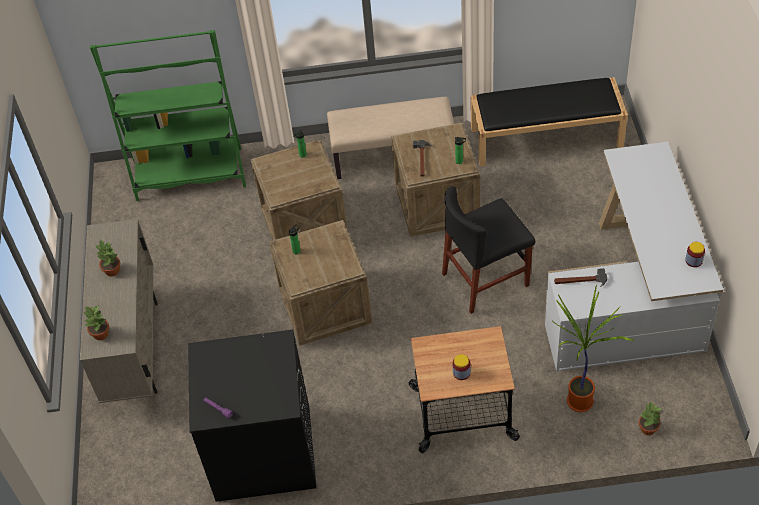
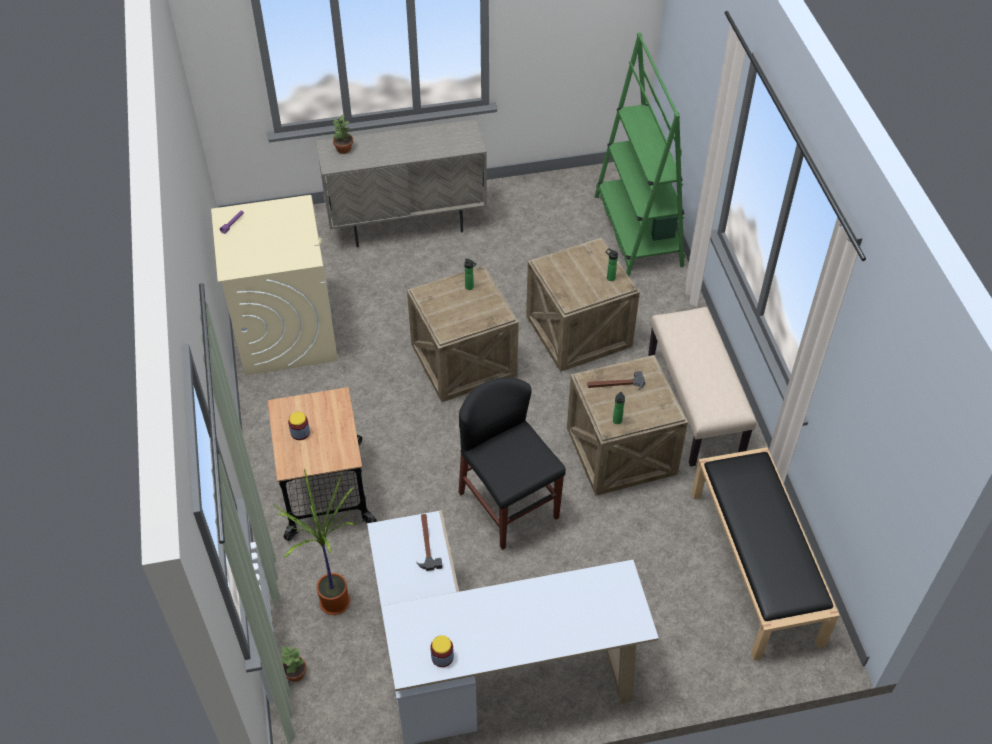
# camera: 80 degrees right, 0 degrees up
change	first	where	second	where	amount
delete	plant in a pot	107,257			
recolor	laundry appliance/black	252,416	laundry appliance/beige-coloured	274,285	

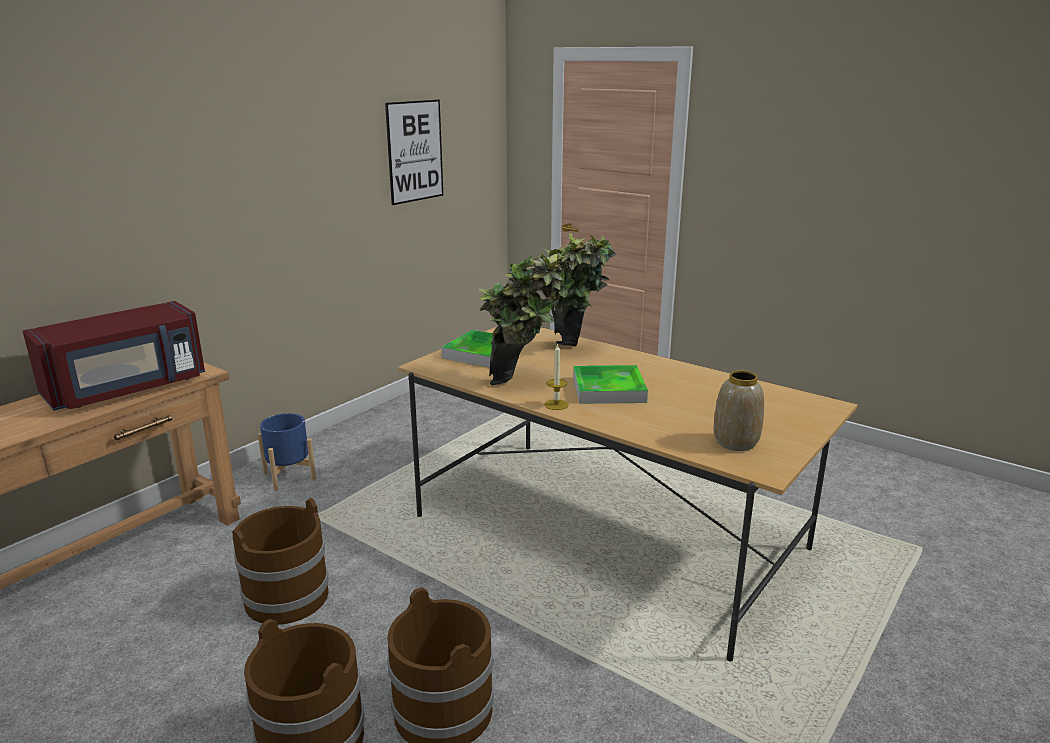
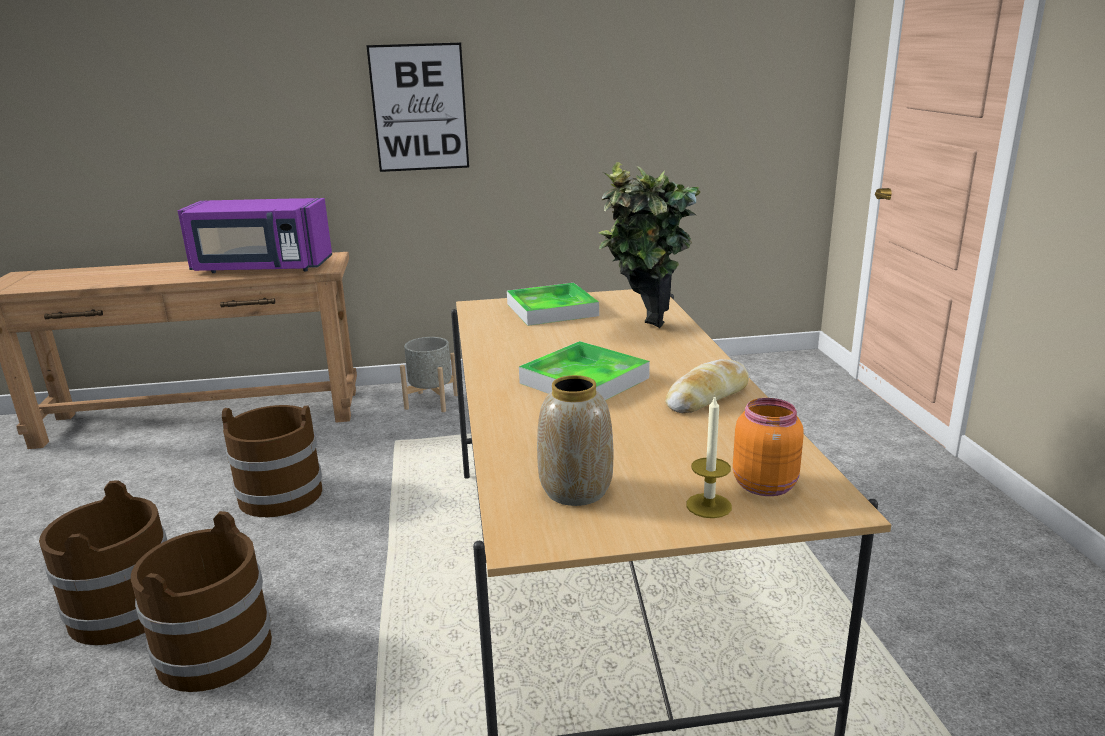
# camera: 45 degrees right, 0 degrees up
change	first	where	second	where	amount
recolor	microwave/reddish	114,356	microwave/purple-coloured	255,235	
recolor	planter/bluish	287,452	planter/greyish	429,374	
move	picture	414,152		417,107	
delete	plant in a pot	523,317			
move	wax candle	556,376		709,457	
insert			baked bread	707,386	
insert			jar/orange	768,447	

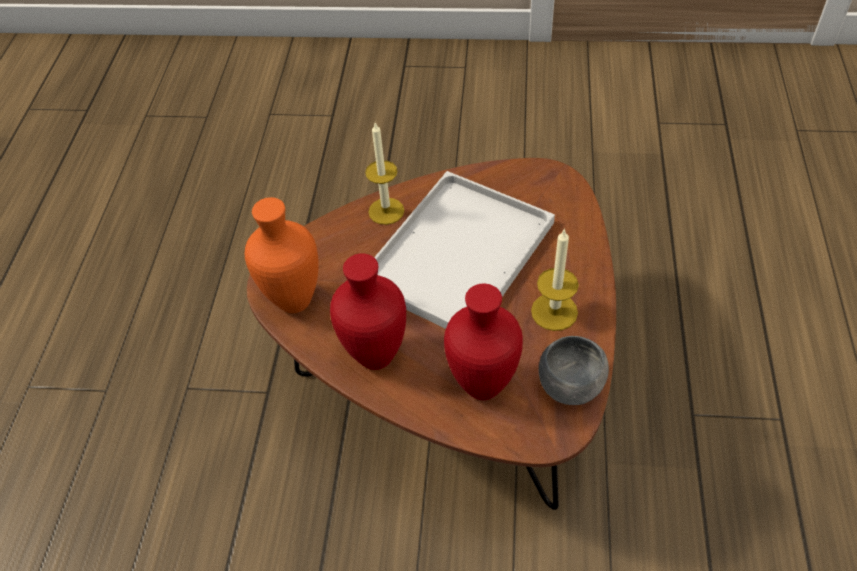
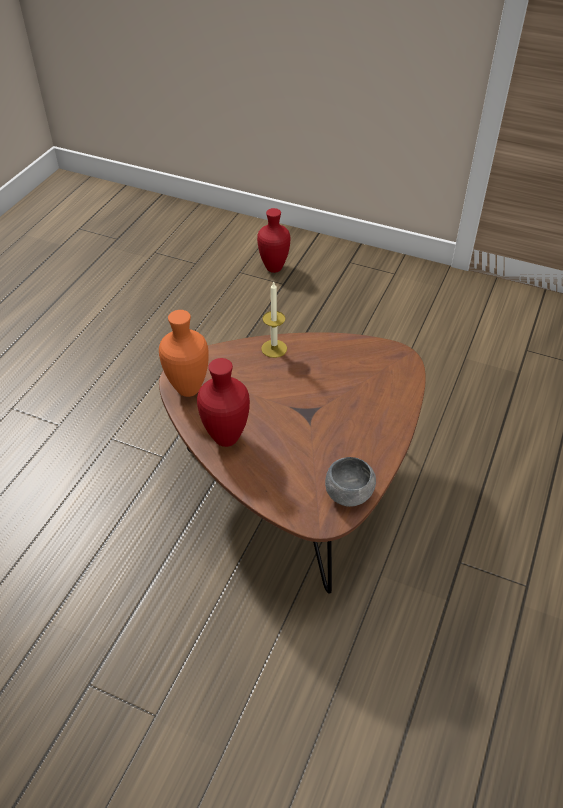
# camera: 15 degrees right, 5 degrees down
change	first	where	second	where	amount
delete	tray/white	464,250			
move	vase/reddish	483,342		273,240	
delete	wax candle	555,279			

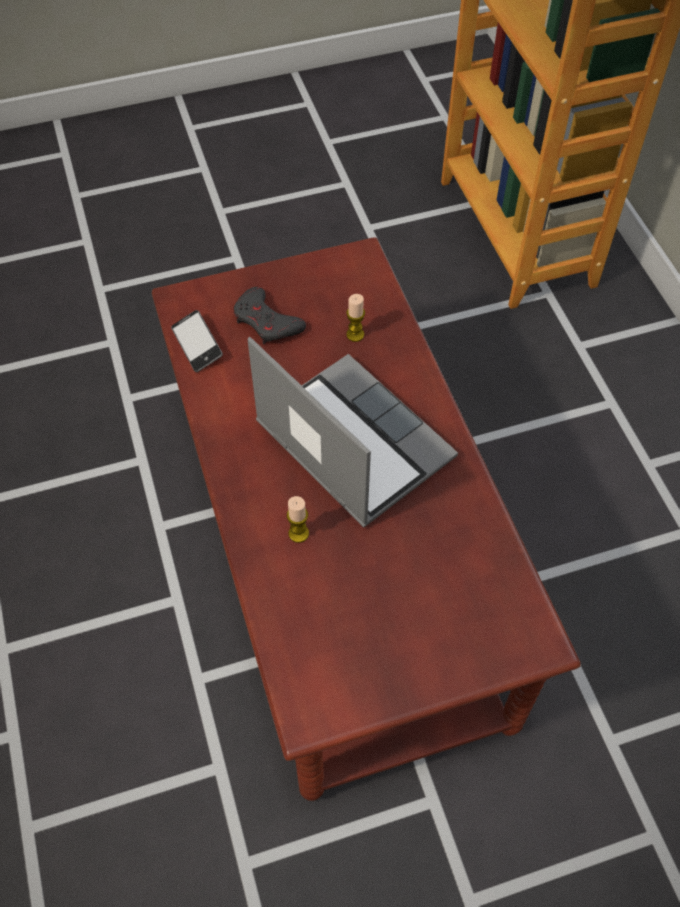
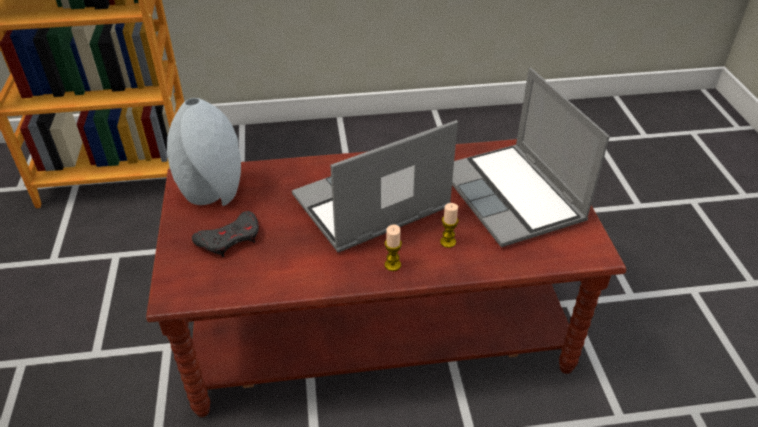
# camera: 80 degrees left, 15 degrees down
change	first	where	second	where	amount
delete	phone	197,341			
move	wax candle	355,318		393,247	
insert			vase/greyish	204,152	
insert			laptop	531,157	

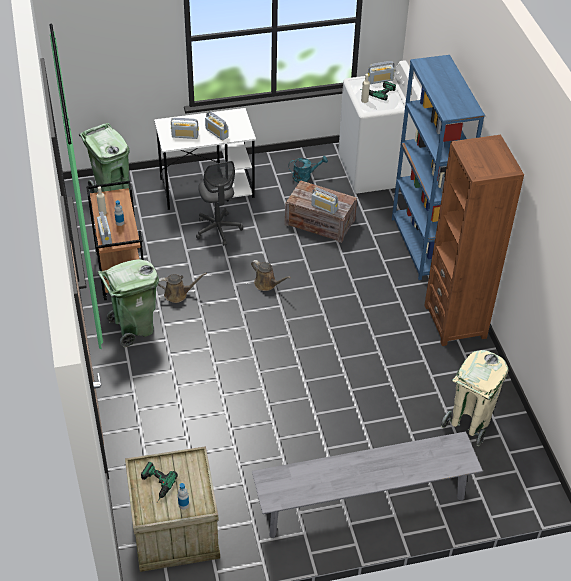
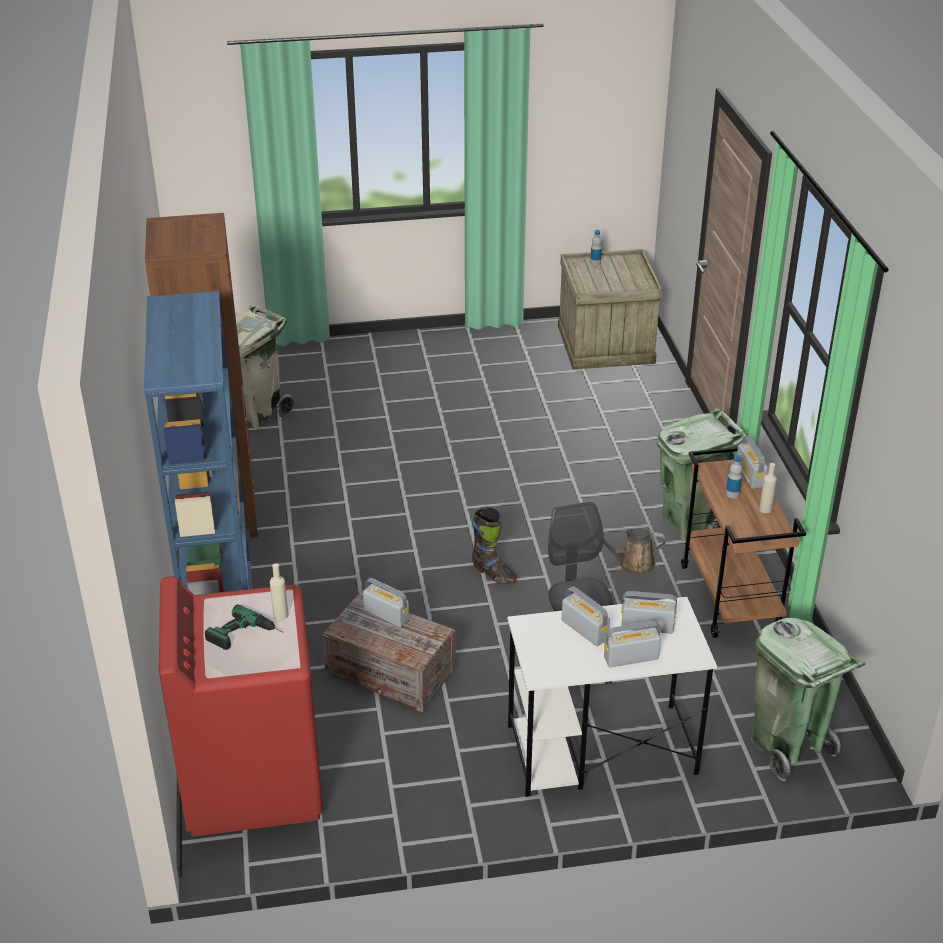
# camera: 175 degrees left, 10 degrees down
change	first	where	second	where	amount
delete	electric drill	159,483			
replace	watering can/brown	271,275	boot/black	494,545	
delete	indoor bench/greyish	367,484			
delete	watering can/blue-green	308,169			
recolor	laundry appliance/white	380,126	laundry appliance/reddish	241,706	
move	radio set	381,72		632,644	

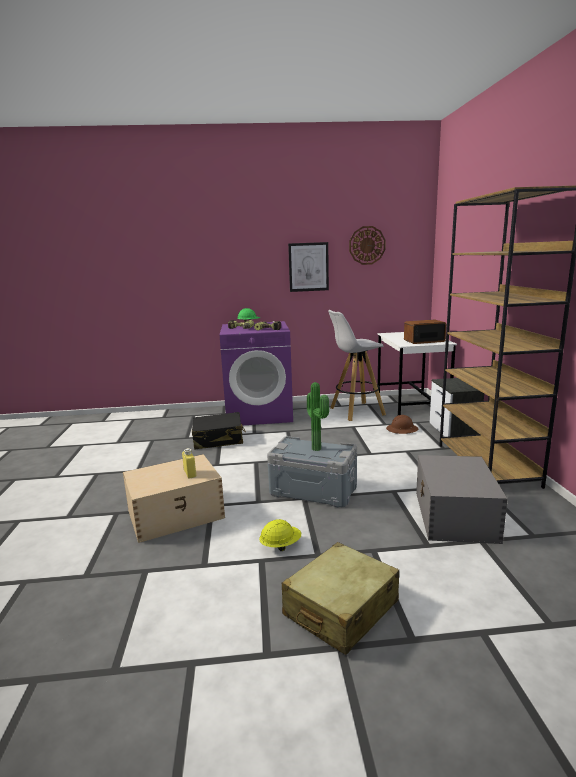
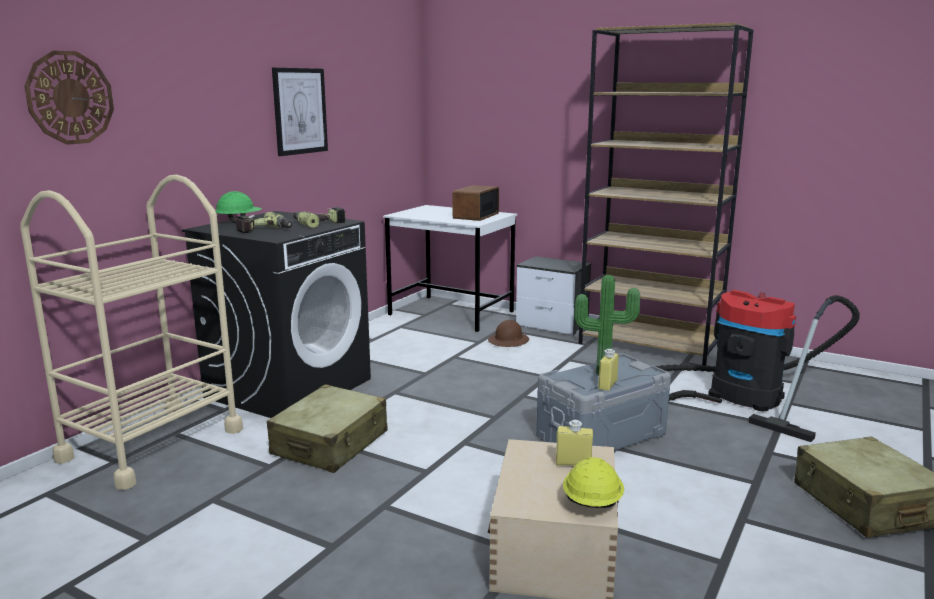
# camera: 55 degrees left, 0 degrees up
change	first	where	second	where	amount
recolor	travel case/black	219,431	travel case/beige-coloured	327,428	
recolor	laundry appliance/purple-coloured	256,373	laundry appliance/black	276,314	
move	safety helmet/yellow-coloured	280,535		593,482	
delete	stool seat/white	357,365			
move	hanging clock	367,245		69,97	
replace	storage container/greyish	462,499	vacuum	757,366	
insert			cart/beige-coloured	131,332	
insert			beverage bottle/yellow-coloured	608,370	

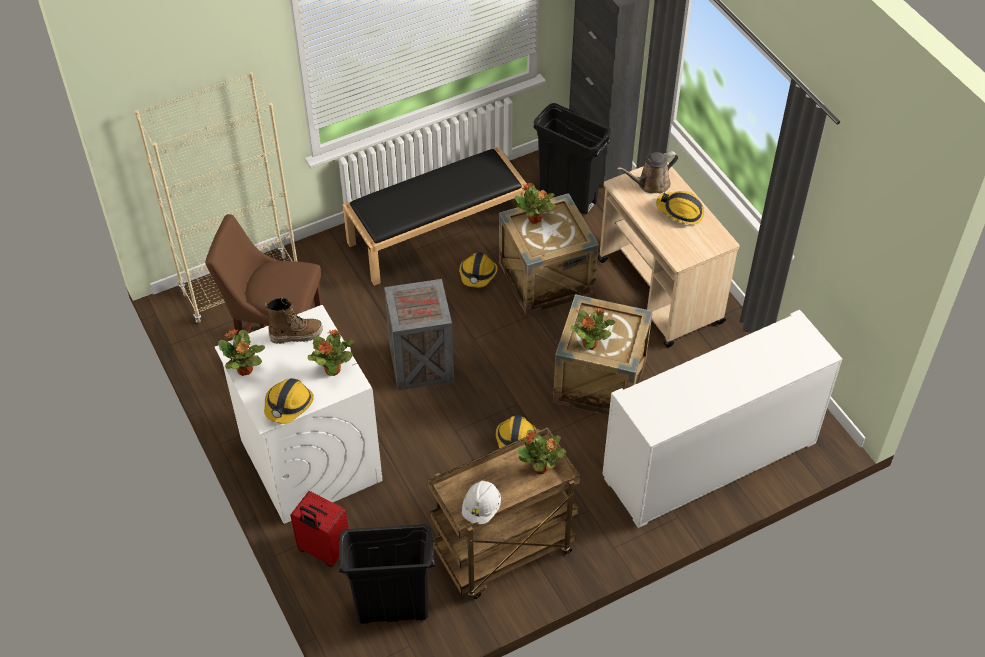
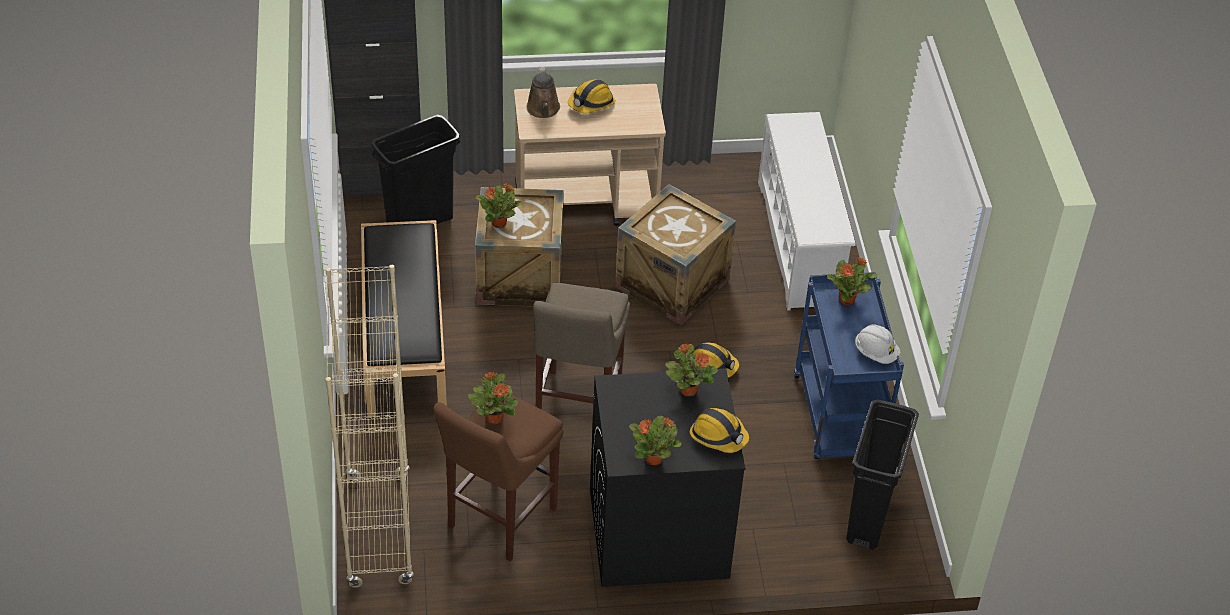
# camera: 70 degrees left, 5 degrees down
change	first	where	second	where	amount
recolor	laundry appliance/white	299,414	laundry appliance/black	668,477	
delete	boot	294,320			
delete	travel case/reddish	319,529			
replace	crate	419,334	stool seat/beige-coloured	581,346	
recolor	cart/brown	504,513	cart/bluish	849,365	
delete	safety helmet	478,270			
move	plant in a pot	592,329		493,398	
replace	cupboard/white	722,419	shoe rack/white	807,211	

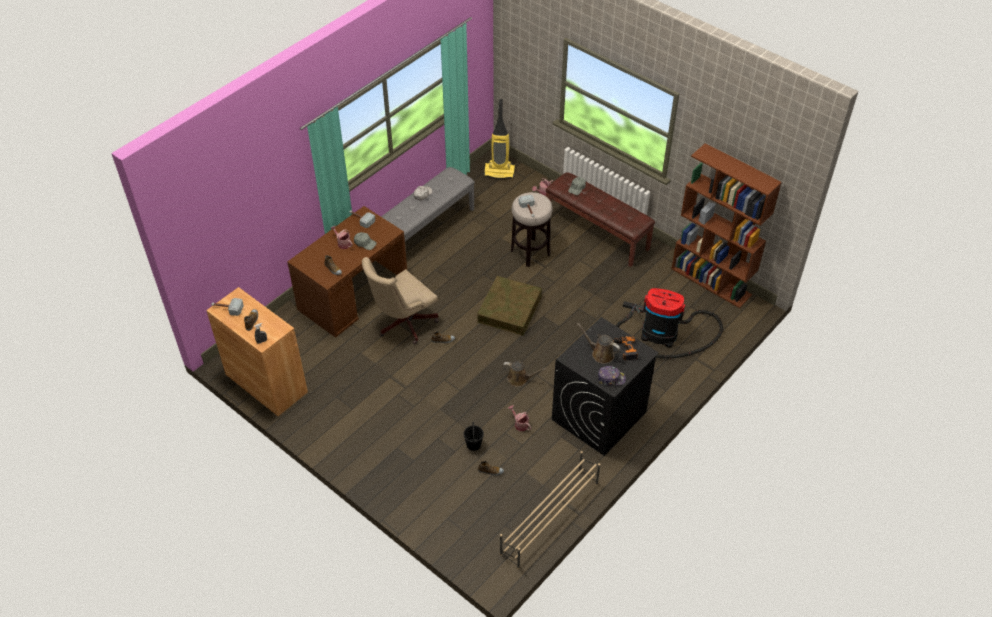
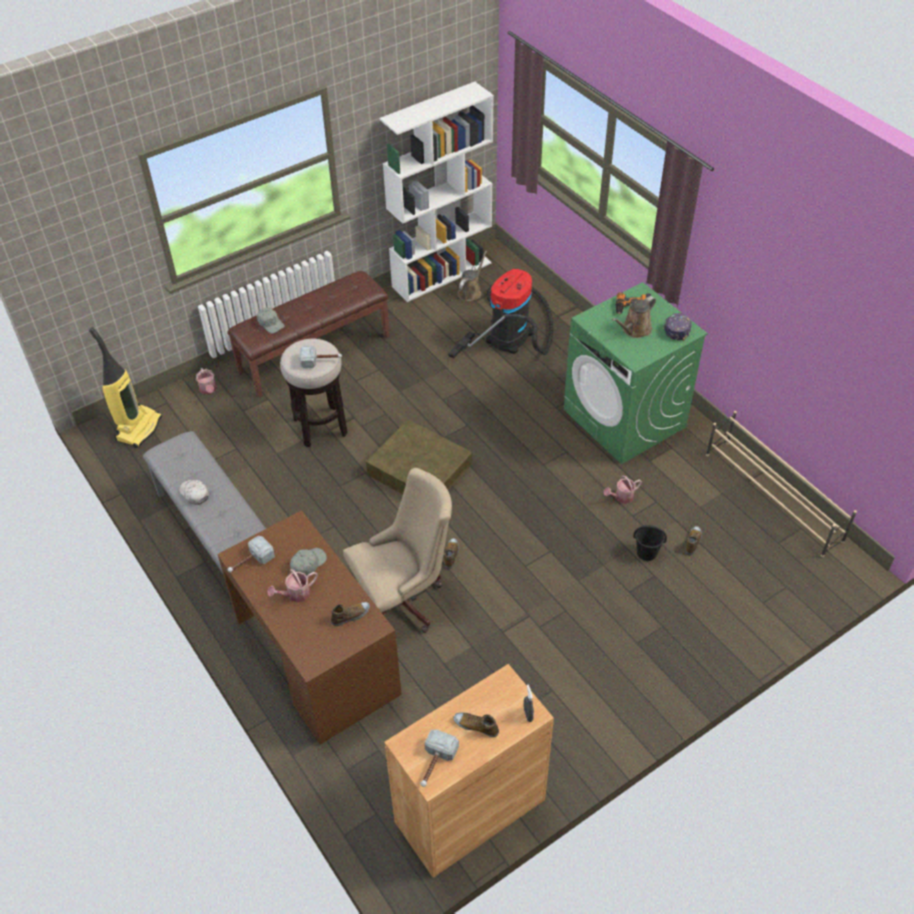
# camera: 75 degrees left, 0 degrees up
change	first	where	second	where	amount
rotate	desk chair/beige-coloured	400,301		397,550	90 degrees counterclockwise
move	watering can/brown	524,374		472,276	
recolor	laundry appliance/black	605,386	laundry appliance/green	635,373	
recolor	bookcase/brown	726,225	bookcase/white	436,192	

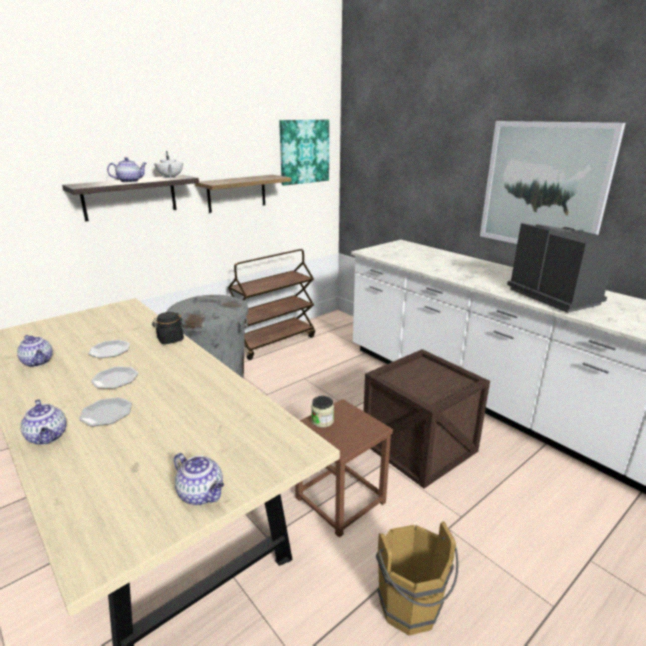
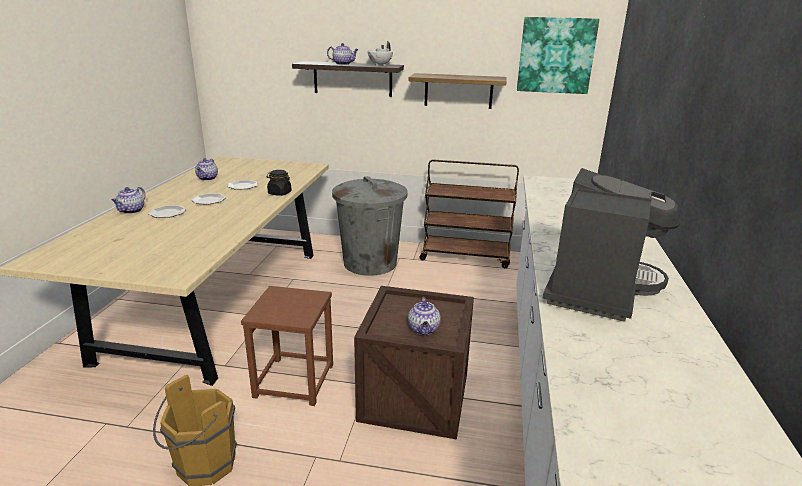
# camera: 50 degrees right, 0 degrees up
change	first	where	second	where	amount
move	tea pot	199,479		424,316	
delete	jar	322,412			
delete	picture	553,182			

